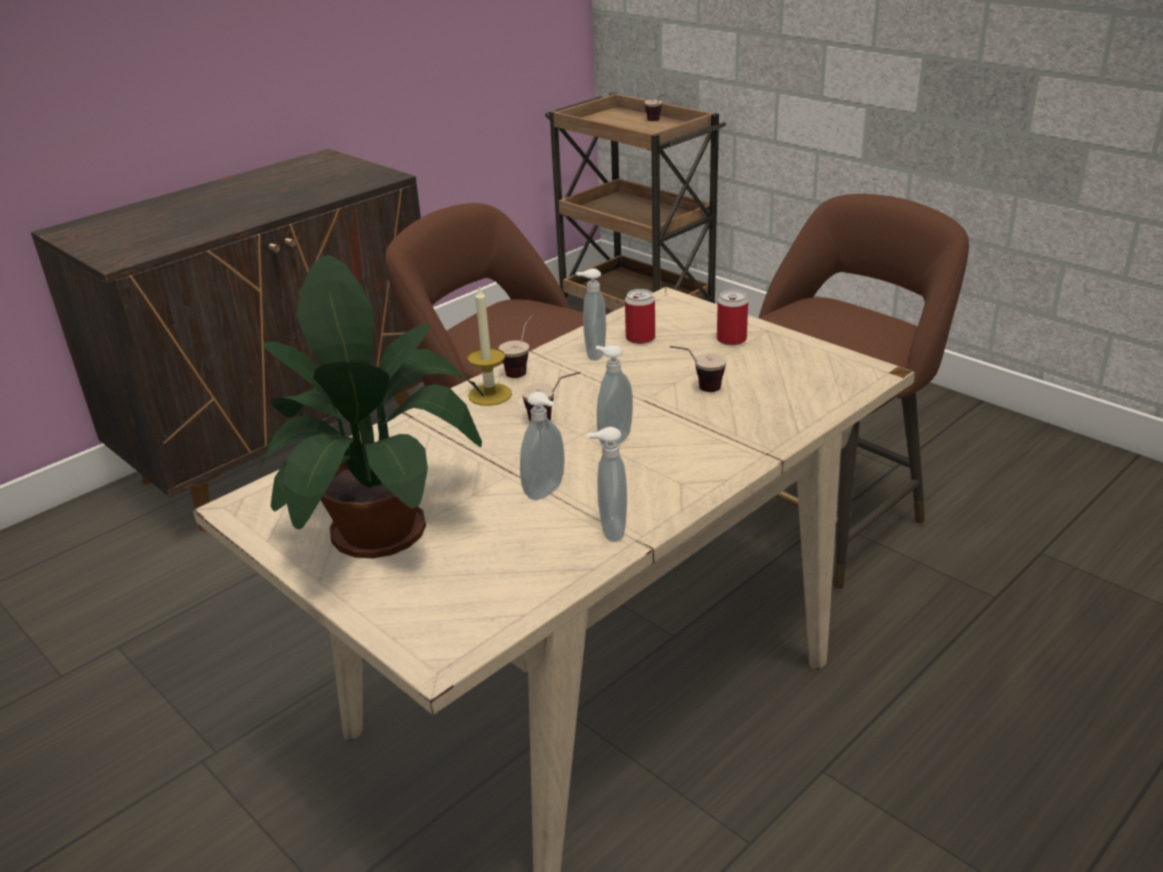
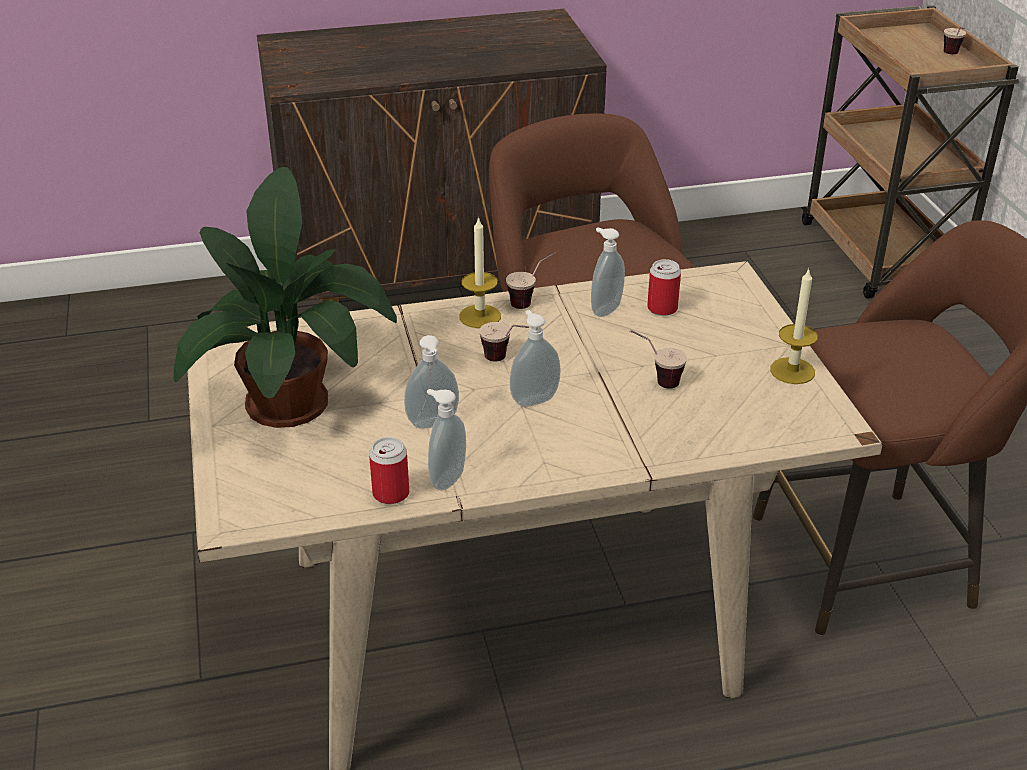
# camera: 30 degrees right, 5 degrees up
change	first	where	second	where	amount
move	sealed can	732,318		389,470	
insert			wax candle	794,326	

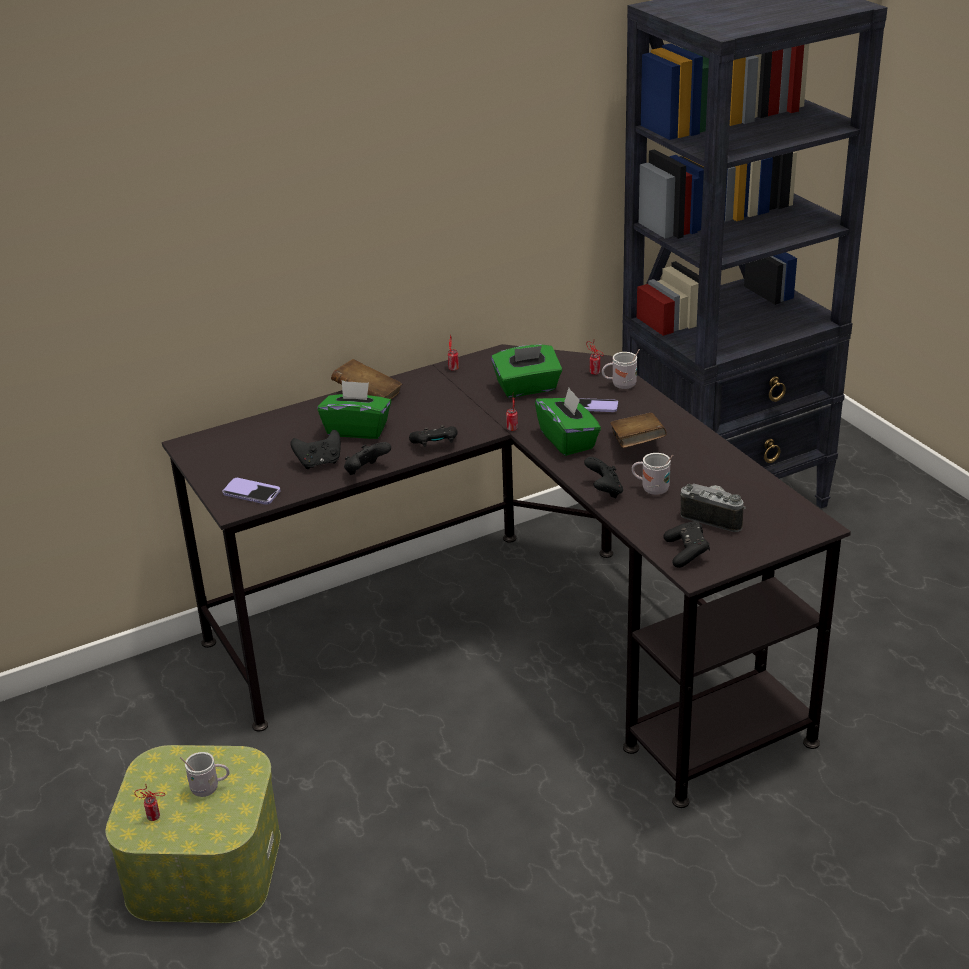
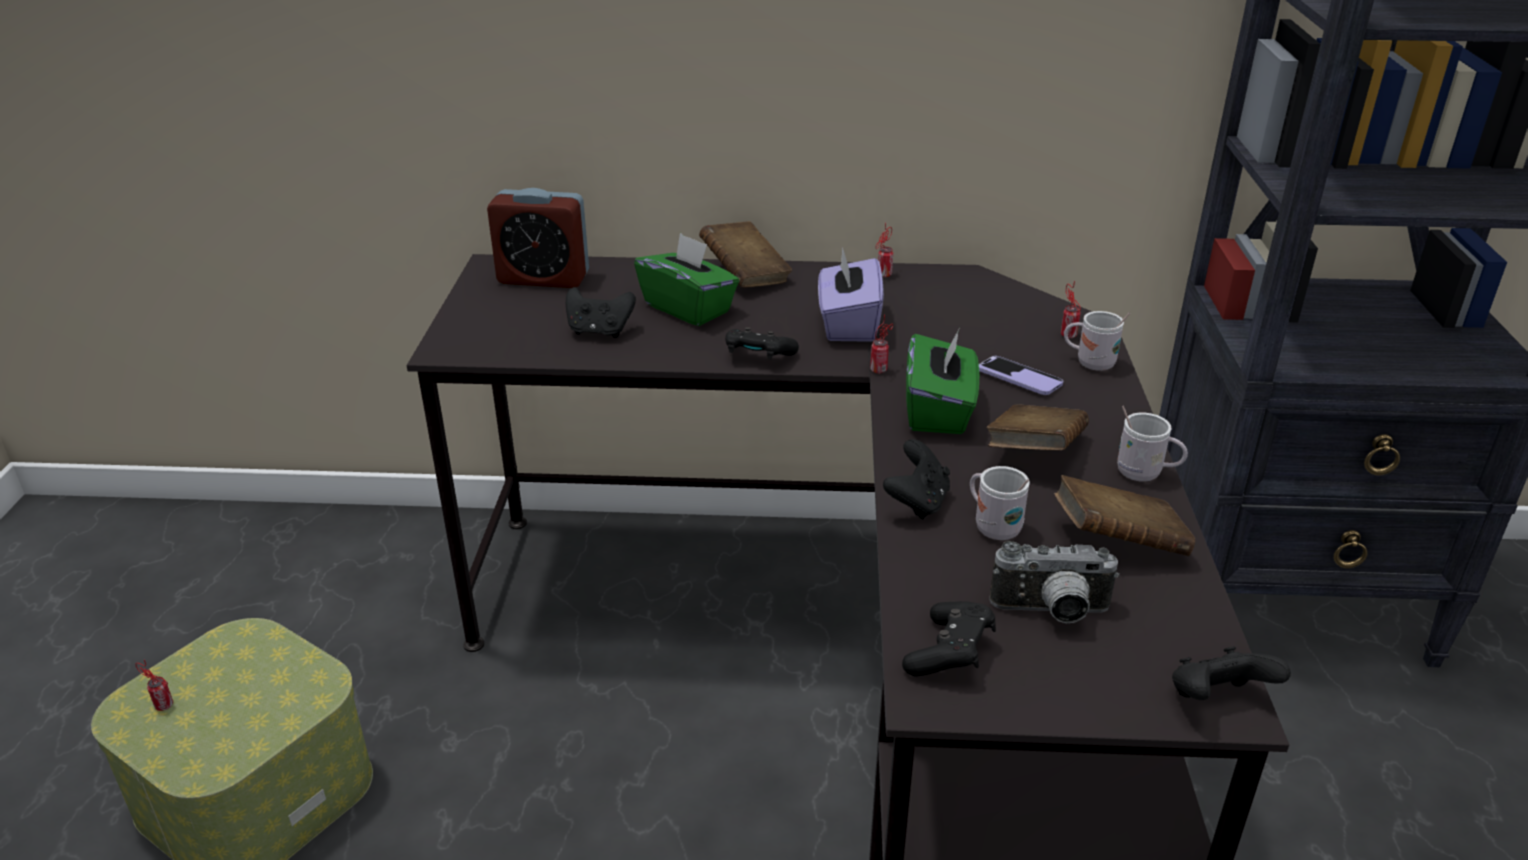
# camera: 30 degrees right, 0 degrees up
change	first	where	second	where	amount
move	mug/white	205,774		1152,444	
delete	phone	251,491			
move	game controller/black	367,458		1231,673	
delete	box of tissues/green	526,371			
rotate	still camera	713,508		1054,582	120 degrees clockwise
insert			table clock	538,238	
insert			box of tissues/purple-coloured	851,294	
insert			volume/brown	1124,515	

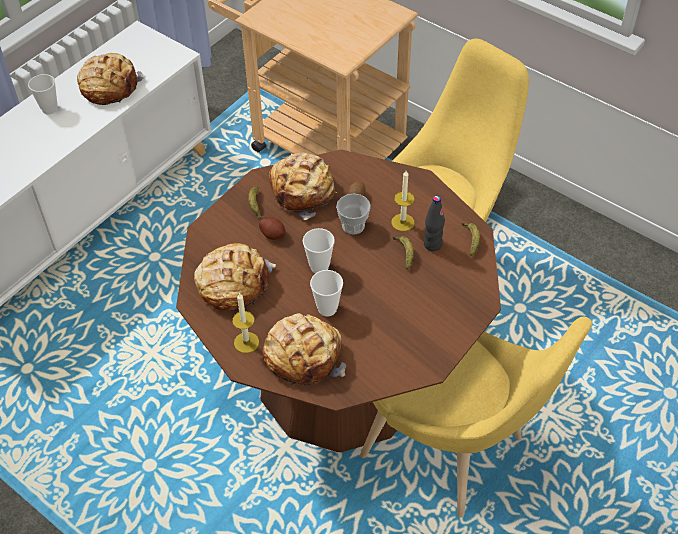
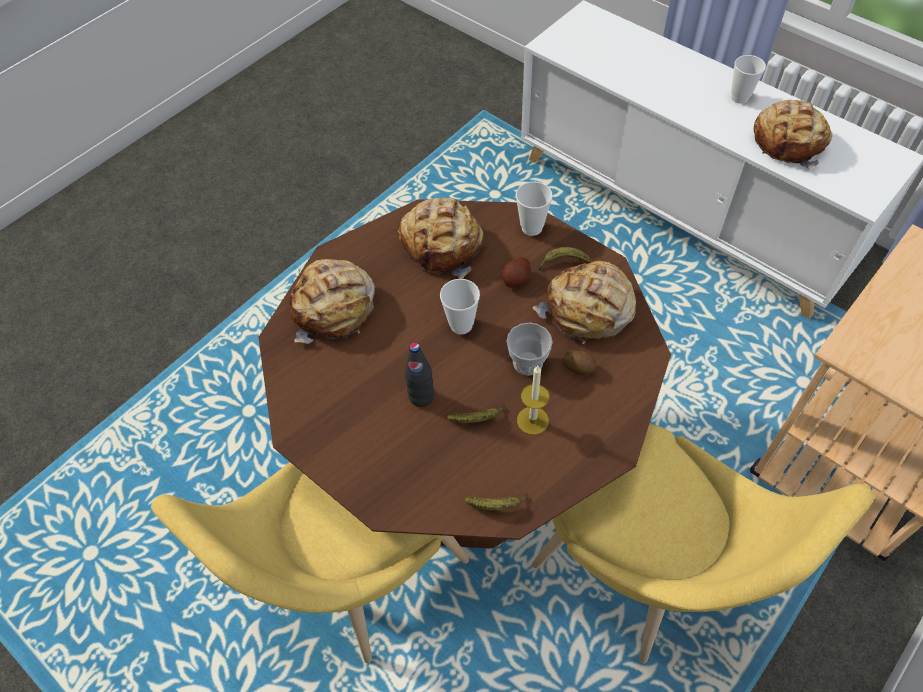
# camera: 95 degrees right, 5 degrees up
change	first	where	second	where	amount
delete	wax candle	245,323			
move	small cup	326,293		534,209	
move	beverage bottle/black	434,223		419,375	

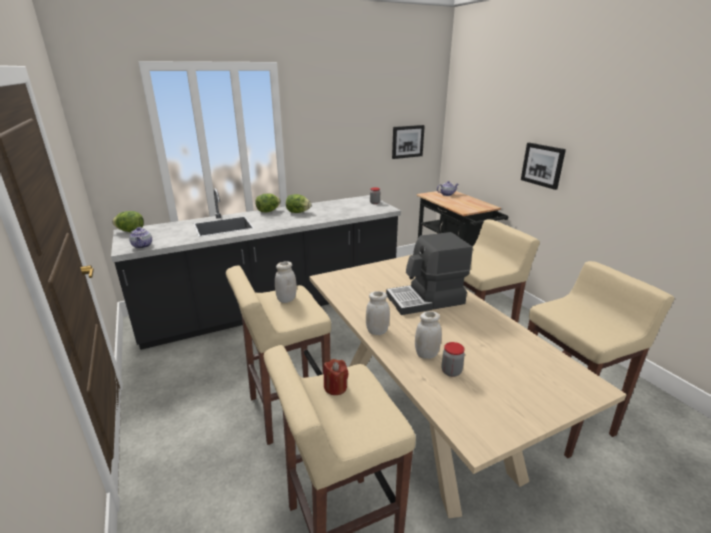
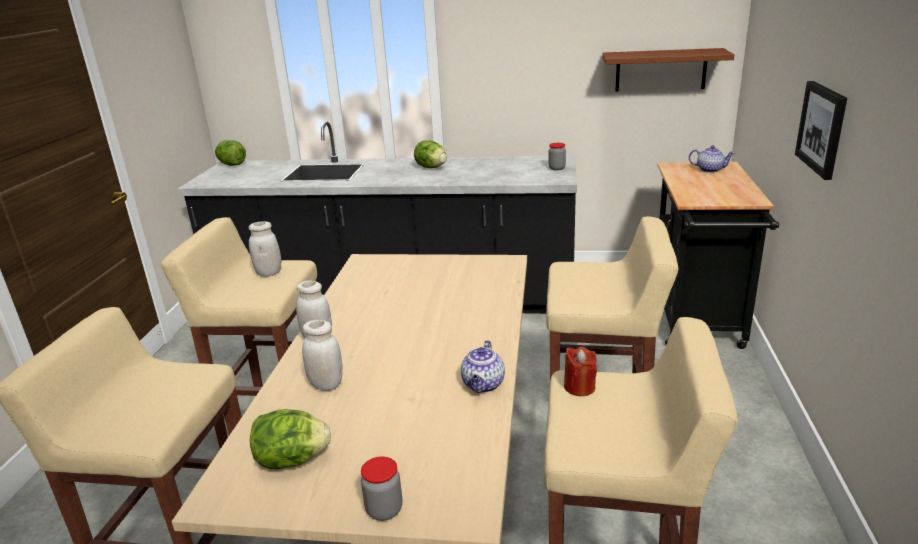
# camera: 35 degrees right, 0 degrees up
change	first	where	second	where	amount
move	tea pot	140,238		483,366	
move	head of lettuce	268,203		290,439	
move	wax candle/reddish	336,377		580,371	
delete	coffee maker	429,273			
replace	picture	408,142	bracket shelf/brown	668,70	
move	jar	453,359		381,488	

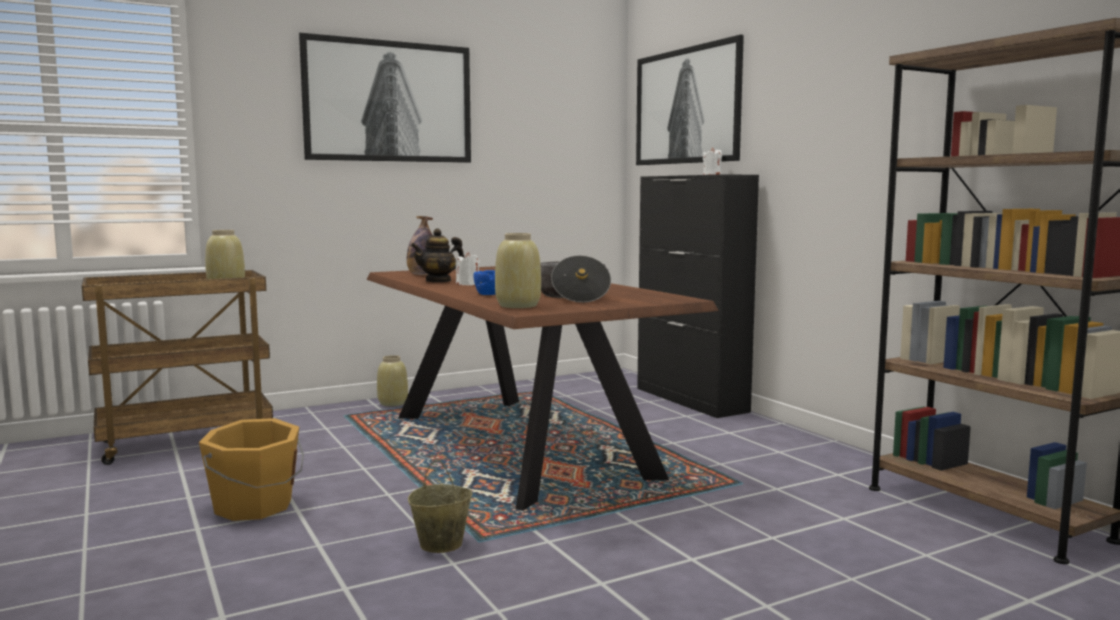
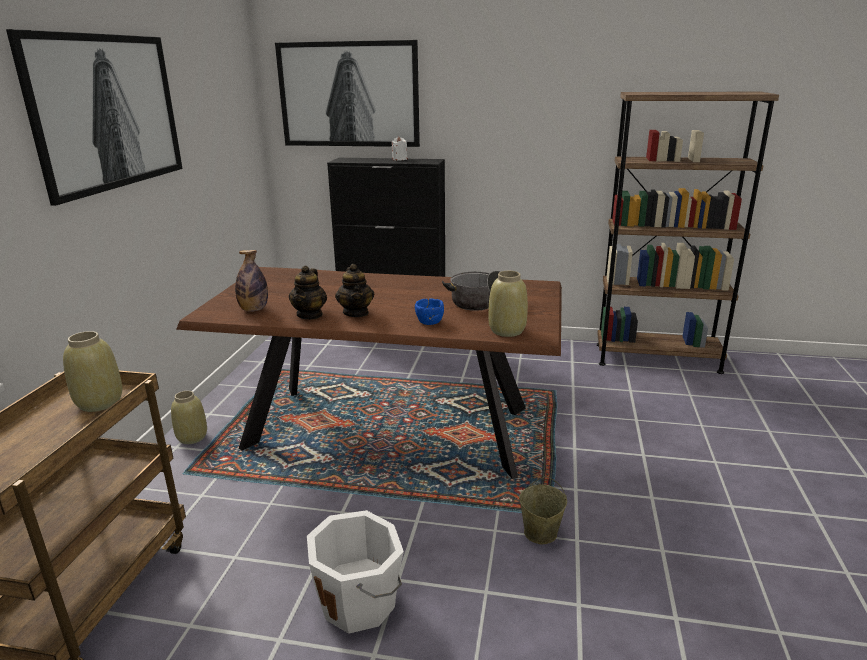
# camera: 50 degrees left, 15 degrees up
change	first	where	second	where	amount
recolor	pail/orange	251,469	pail/white	355,572	
replace	wax candle/white	468,269	tea pot	354,290	

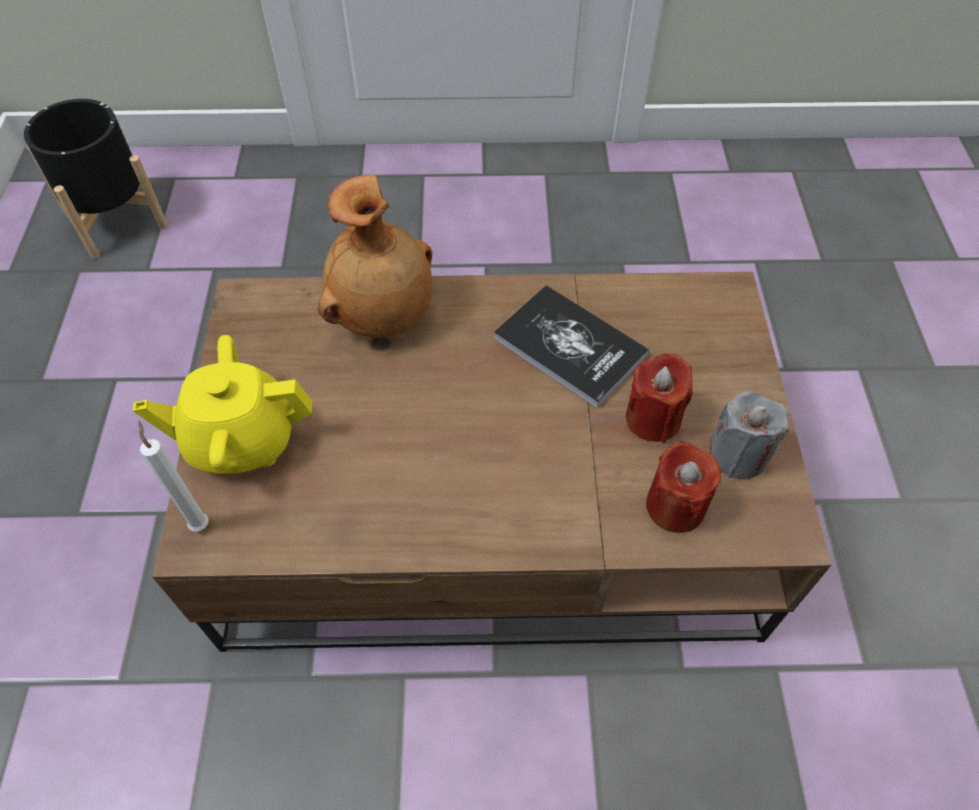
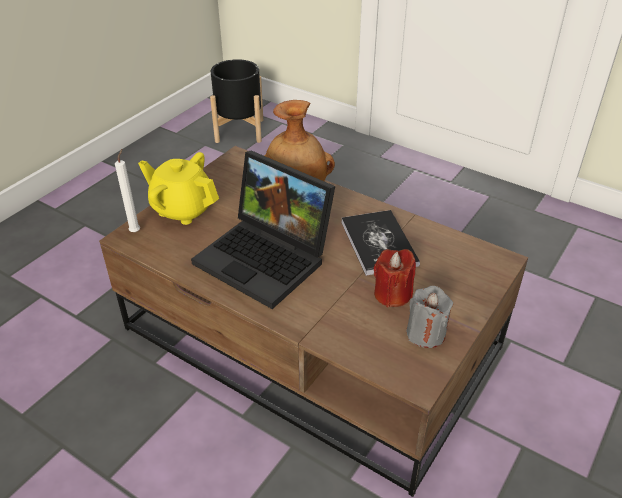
# camera: 35 degrees right, 15 degrees down
change	first	where	second	where	amount
delete	wax candle/reddish	683,487			
insert			laptop	263,230	

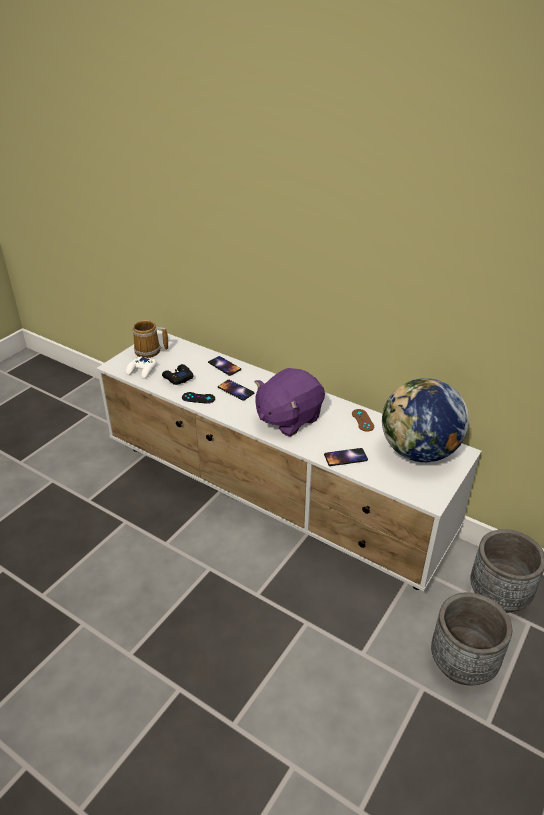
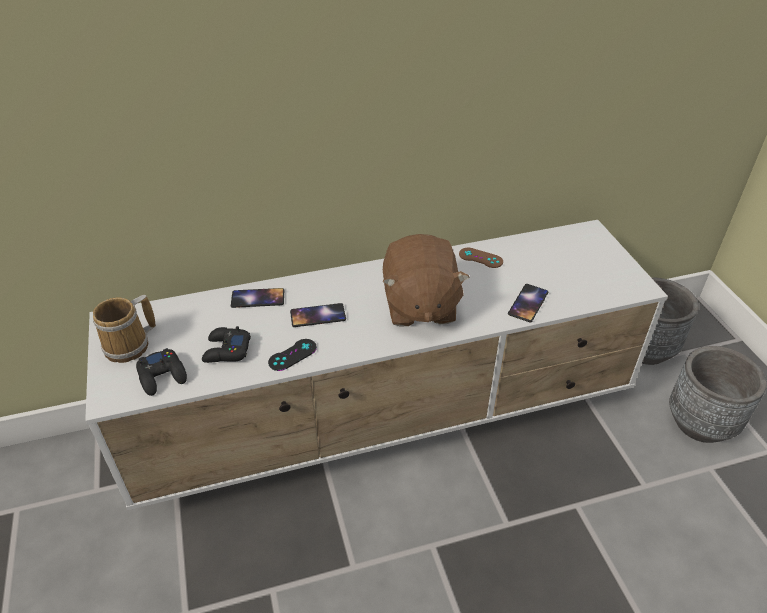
# camera: 50 degrees left, 5 degrees up
change	first	where	second	where	amount
recolor	game controller/white	141,367	game controller/black	161,372	
recolor	plush toy/purple-coloured	290,402	plush toy/brown	426,280	
delete	world globe	425,420			

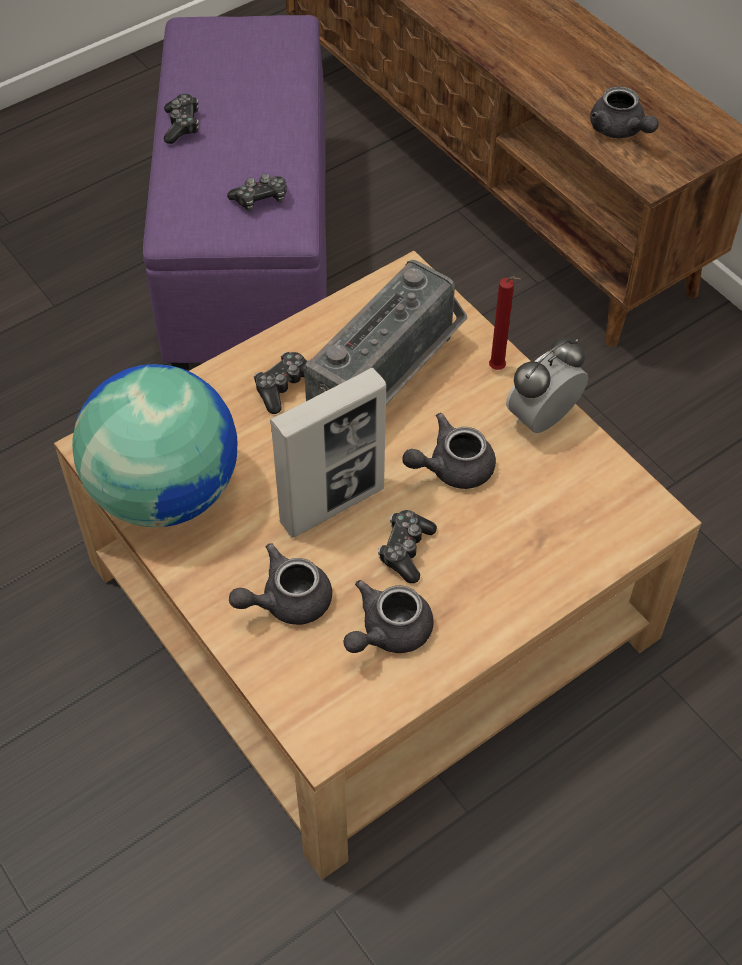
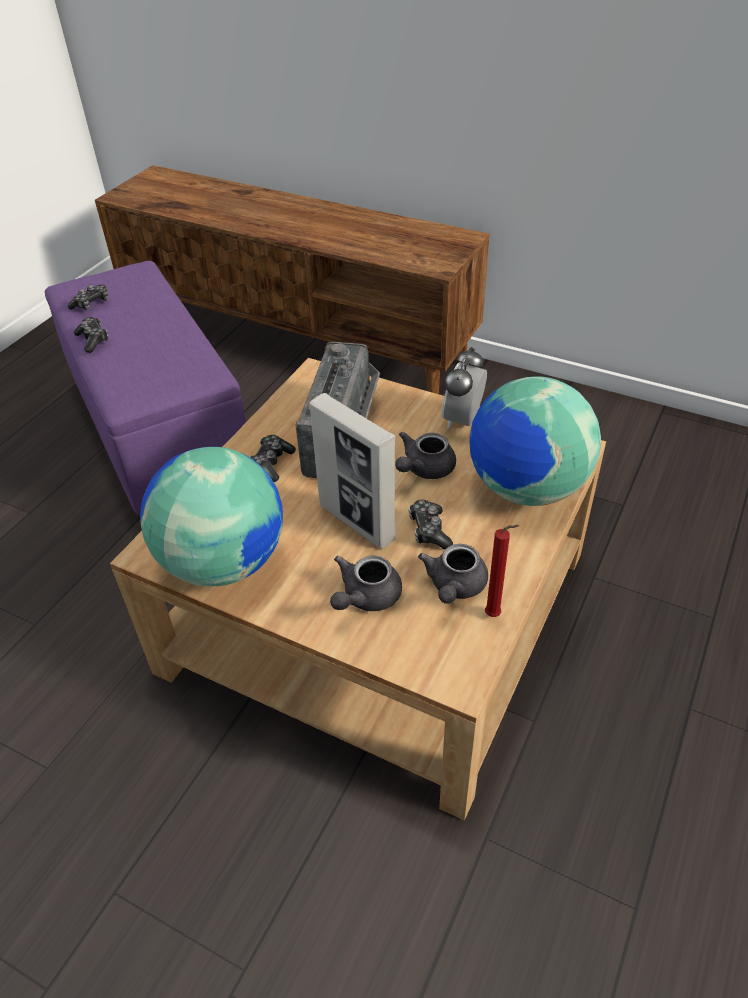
# camera: 25 degrees left, 10 degrees down
change	first	where	second	where	amount
move	game controller	257,192		88,297	
rotate	photo frame	328,453		353,471	105 degrees clockwise
move	wax candle/reddish	505,323		502,571	
delete	tea pot/greyish	624,112			
insert			world globe	535,441	

